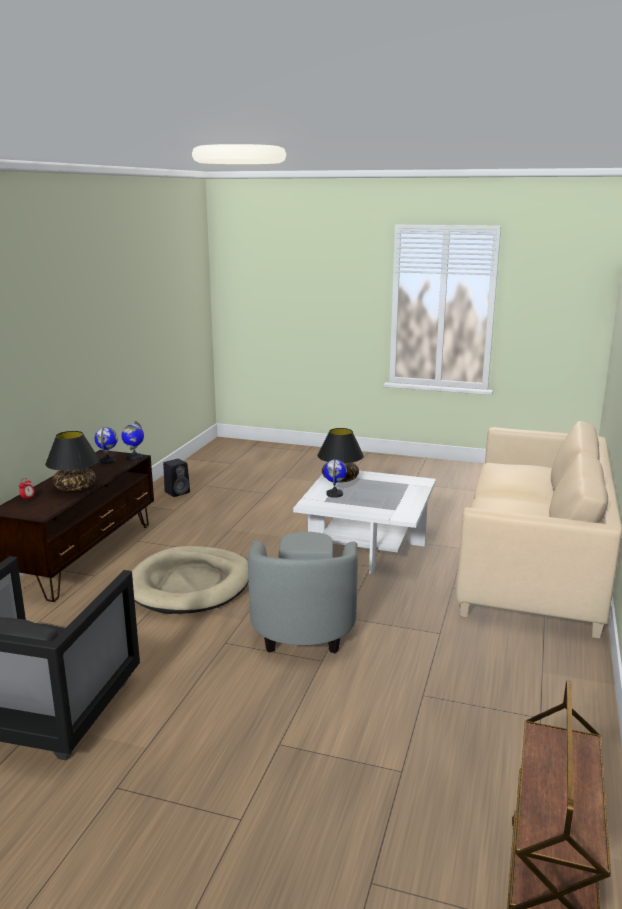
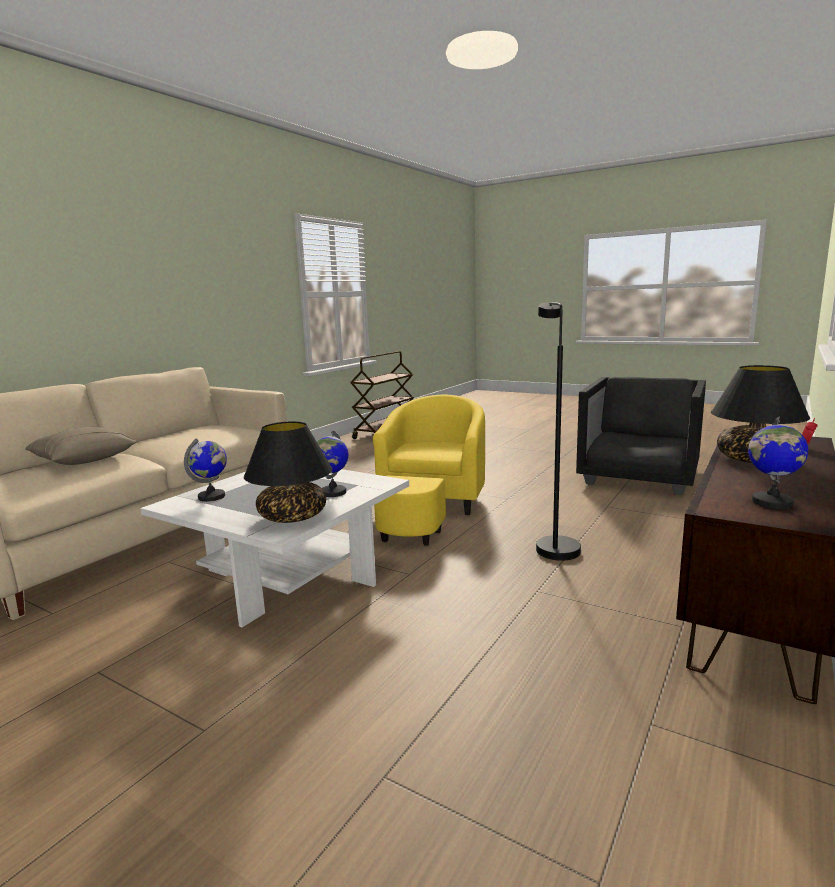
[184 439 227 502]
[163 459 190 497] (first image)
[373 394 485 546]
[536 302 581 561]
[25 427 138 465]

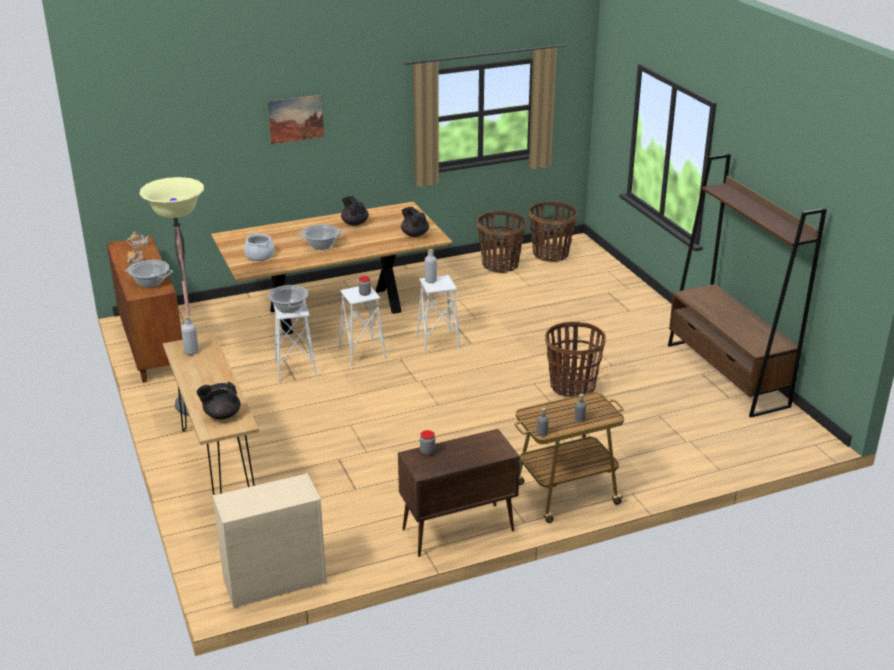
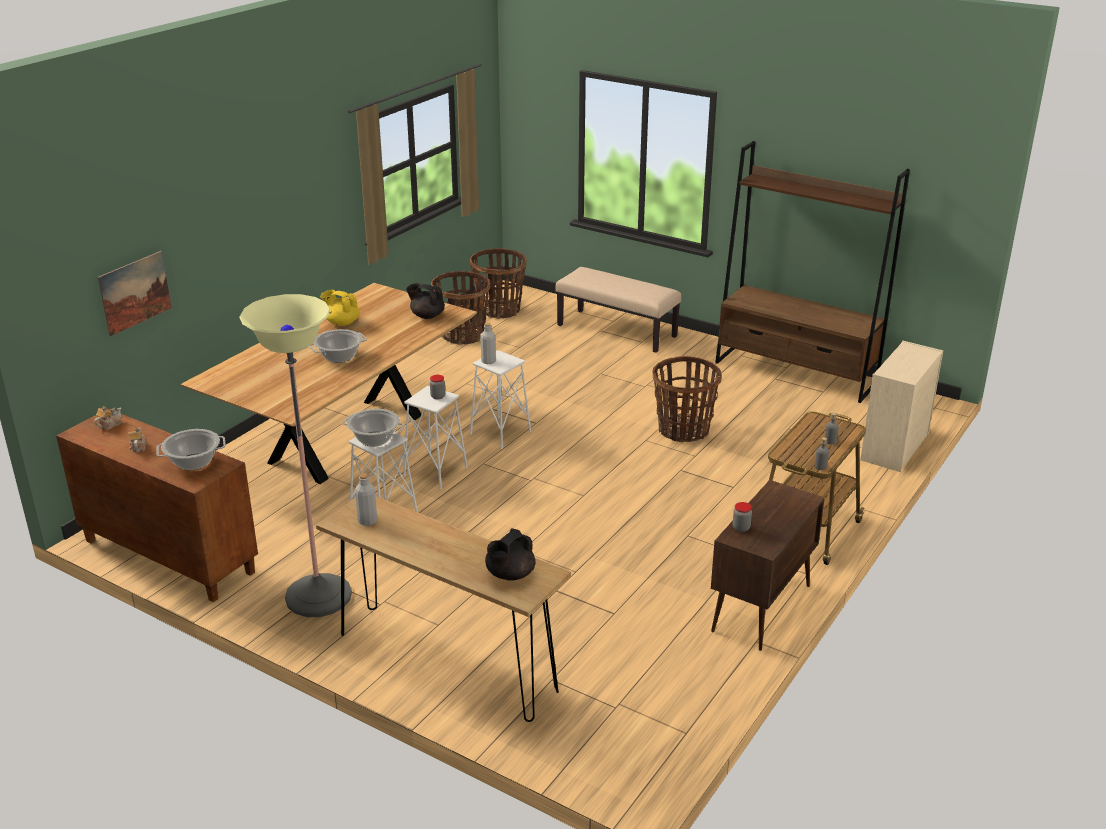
[98 251 172 336]
[320 290 360 326]
[244 232 275 261] (first image)
[860 341 943 472]
[555 267 682 353]

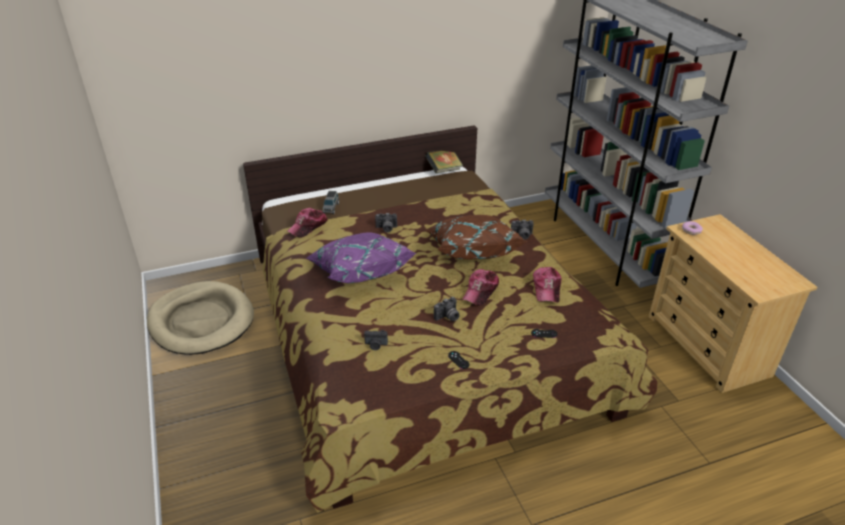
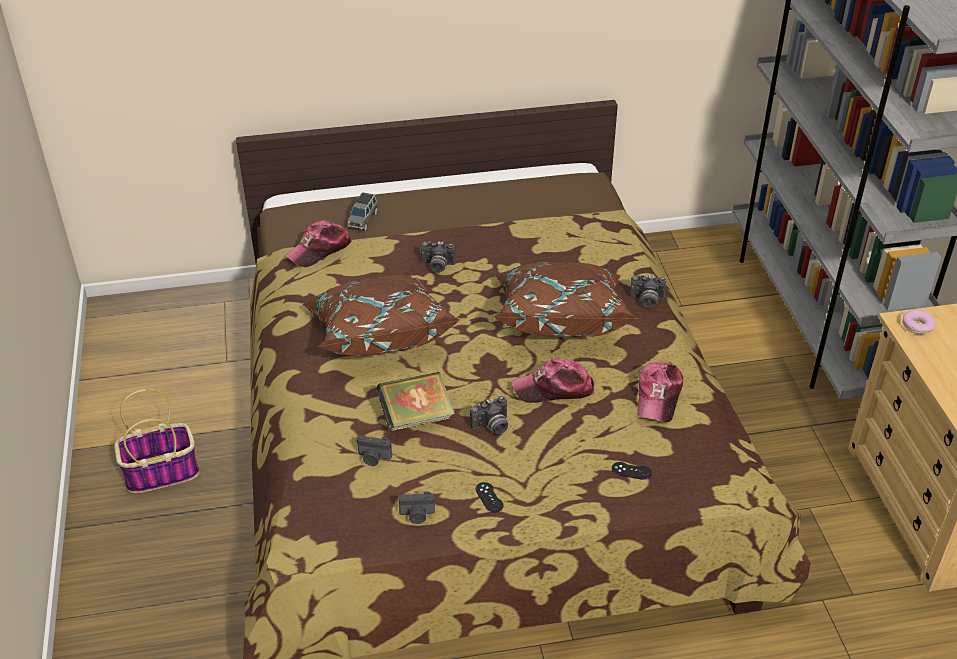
[376 372 455 431]
[302 275 461 356]
[512 358 594 403]
[147 281 254 355] (first image)
[115 389 200 493]
[398 492 435 524]

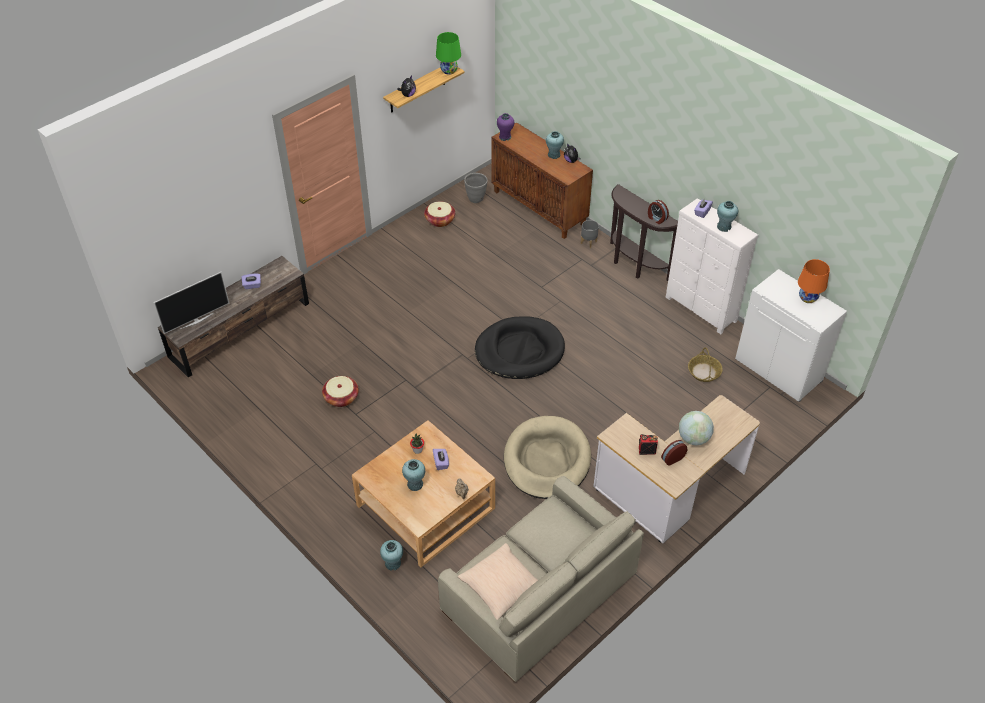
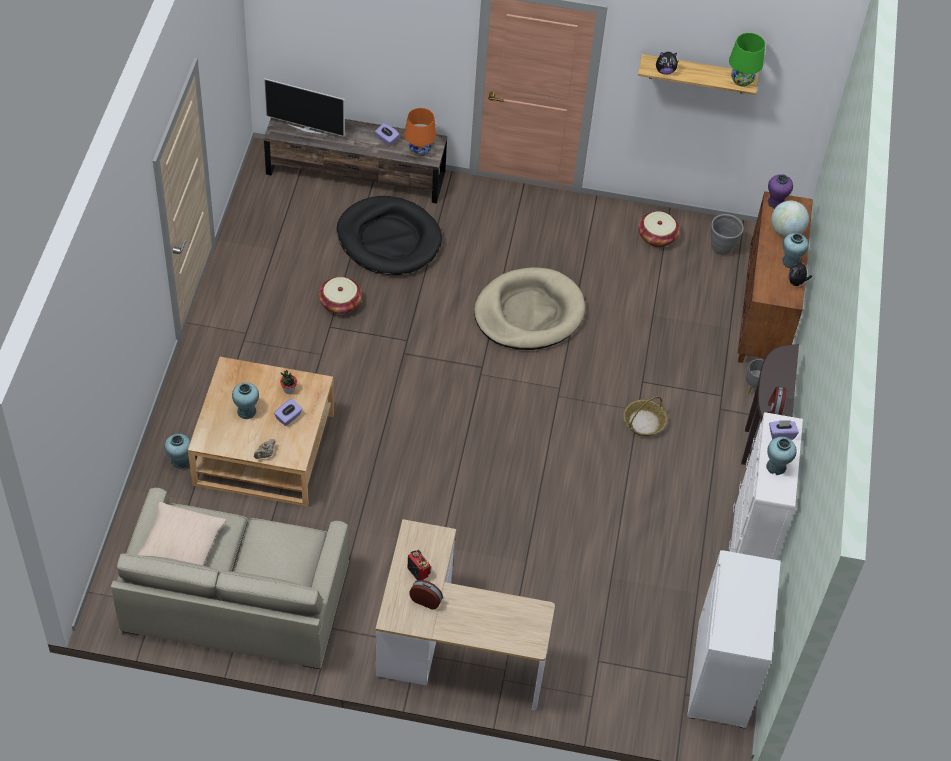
[404 108 436 157]
[337 196 442 275]
[624 396 667 436]
[771 200 809 237]
[474 267 585 350]

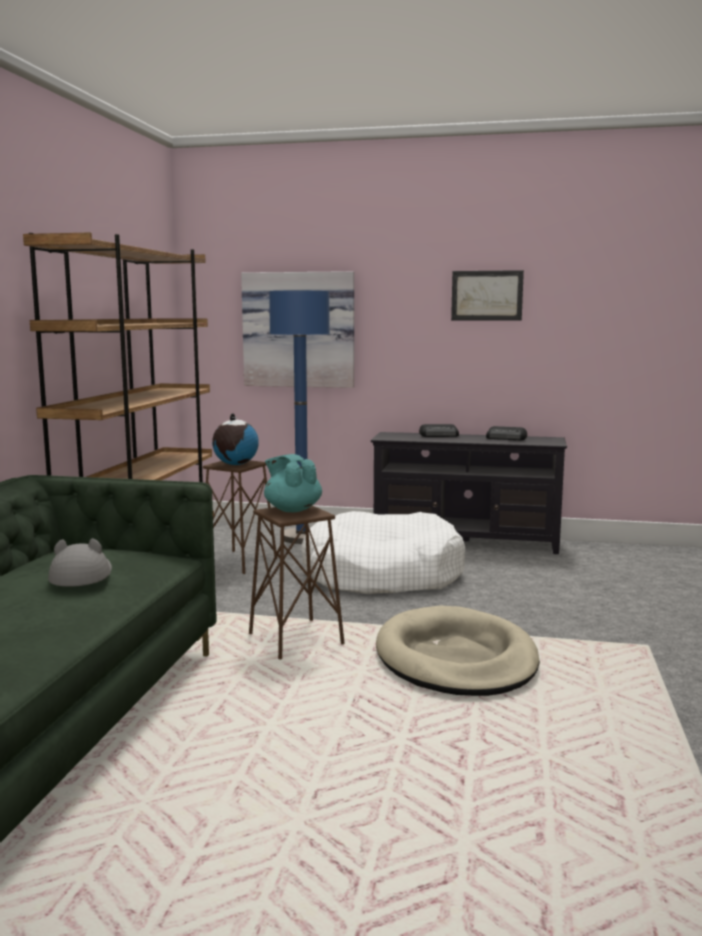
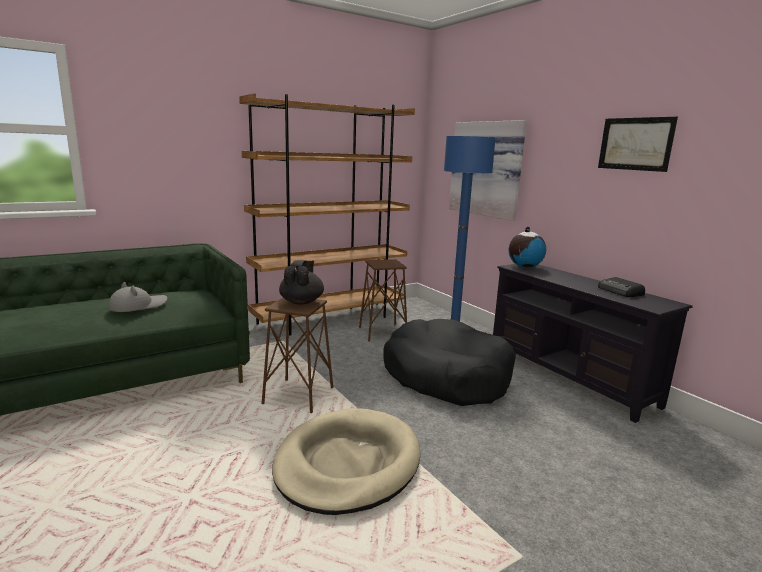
[509 227 546 268]
[419 424 459 437] (first image)
[279 260 324 305]
[383 319 516 406]

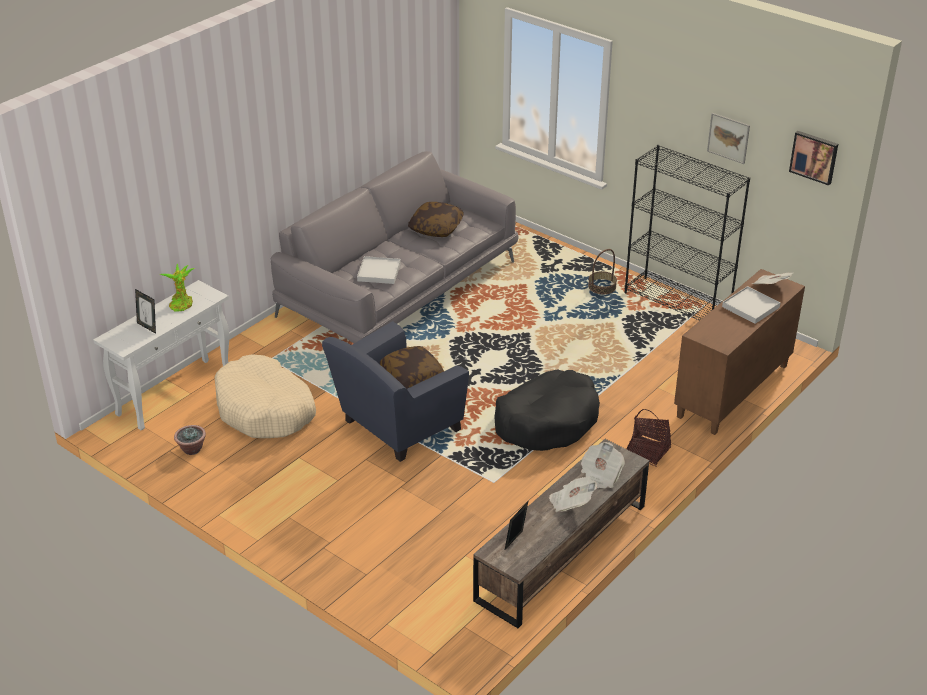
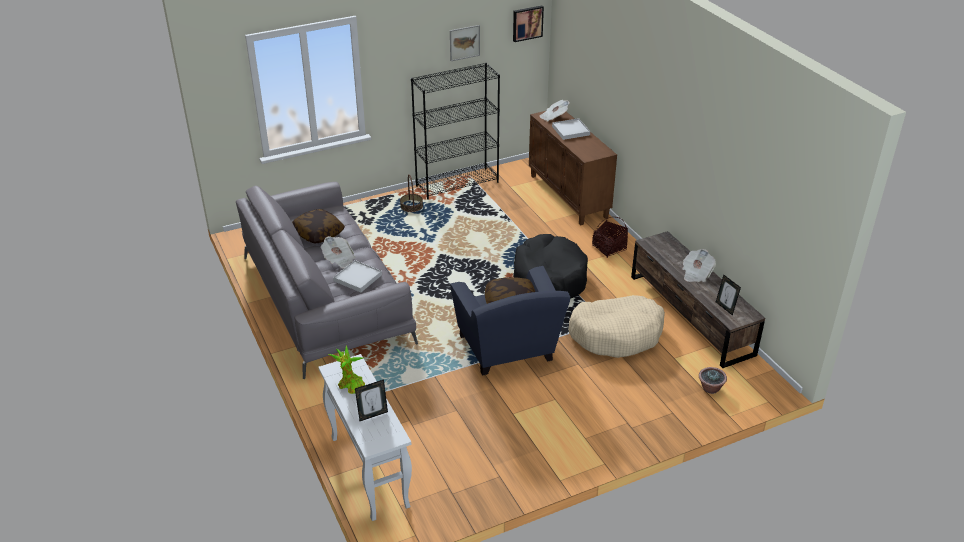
[568 295 665 358]
[699 367 727 394]
[321 236 356 269]

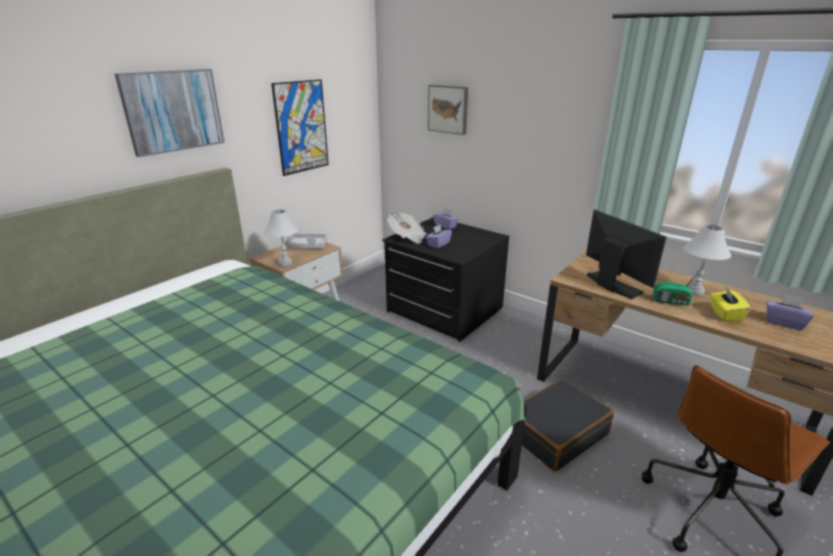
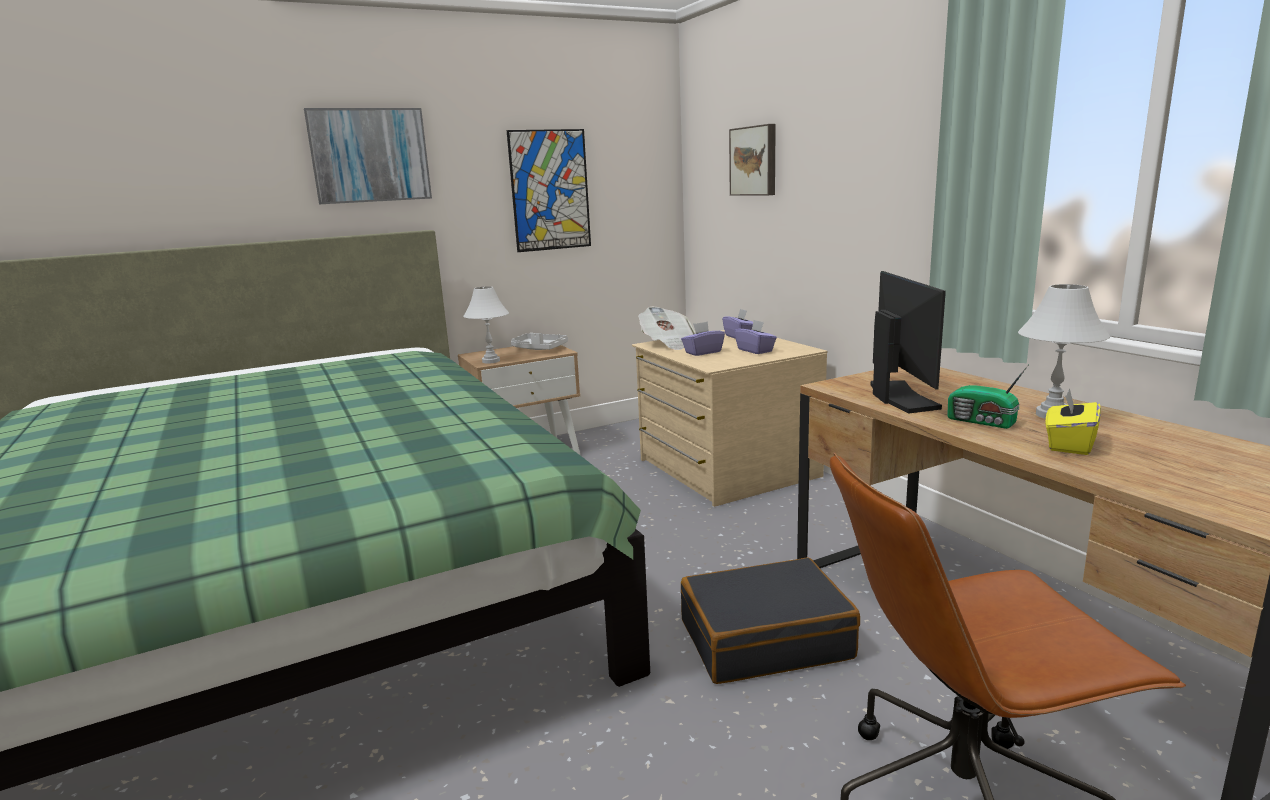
[632 330 827 507]
[734 320 777 354]

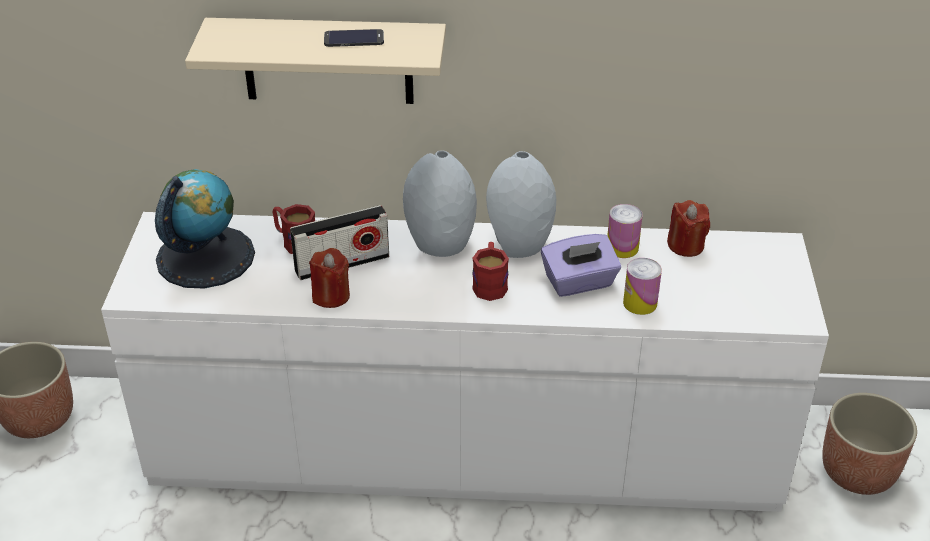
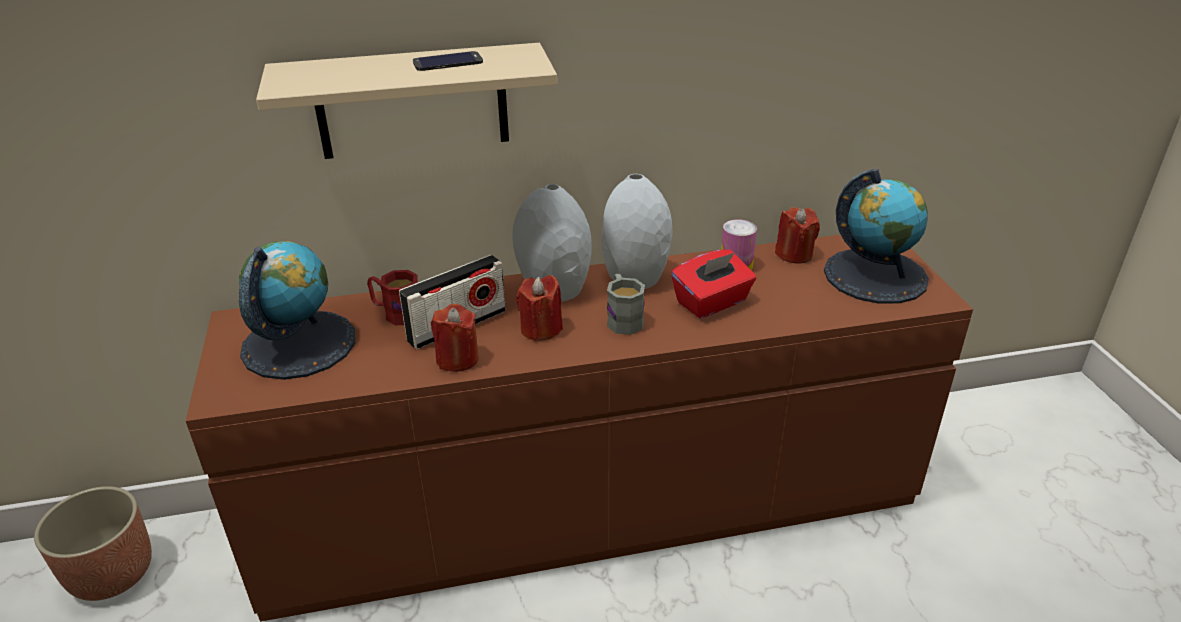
[186 235 973 622]
[671 250 756 318]
[607 274 645 335]
[623 258 662 315] (first image)
[822 393 917 495] (first image)
[824 169 929 304]
[516 275 563 342]

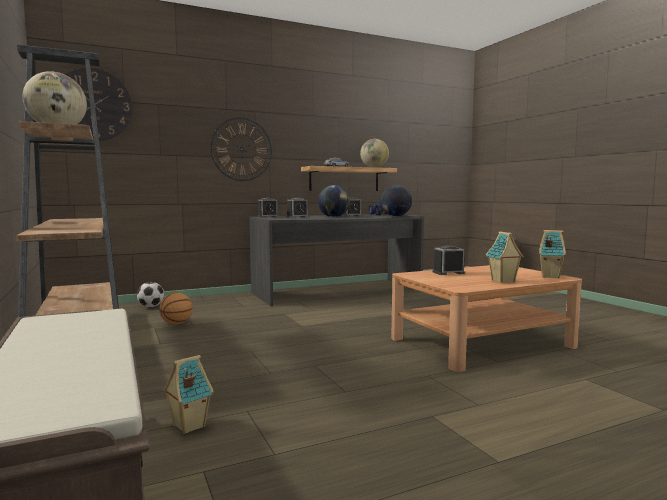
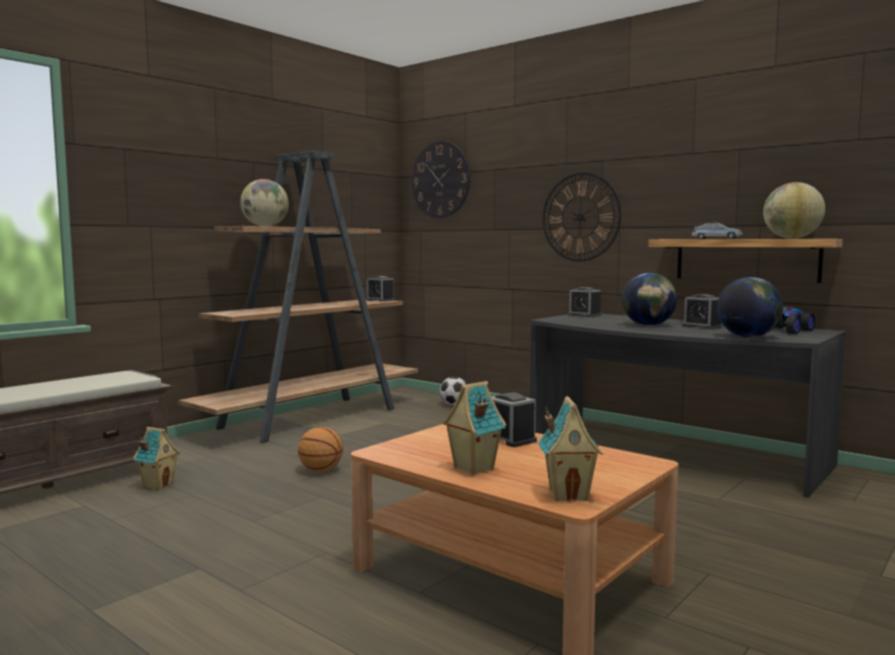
[366 276 395 302]
[298 427 343 472]

